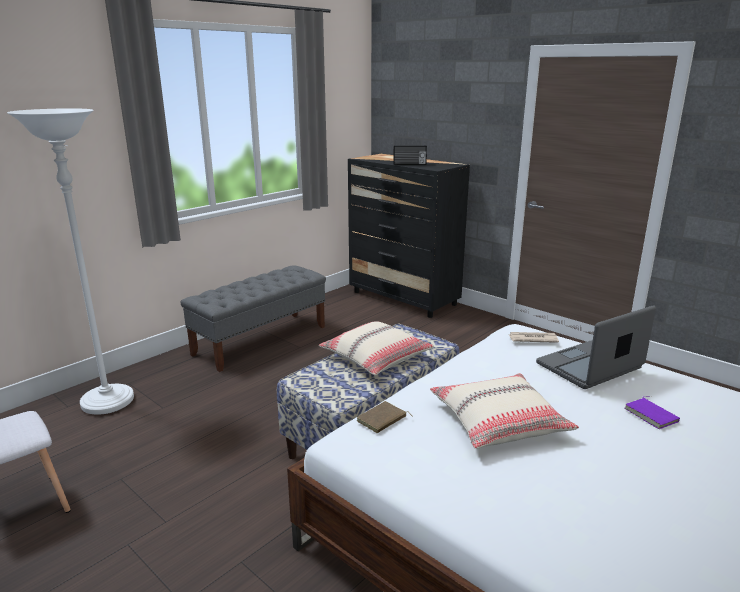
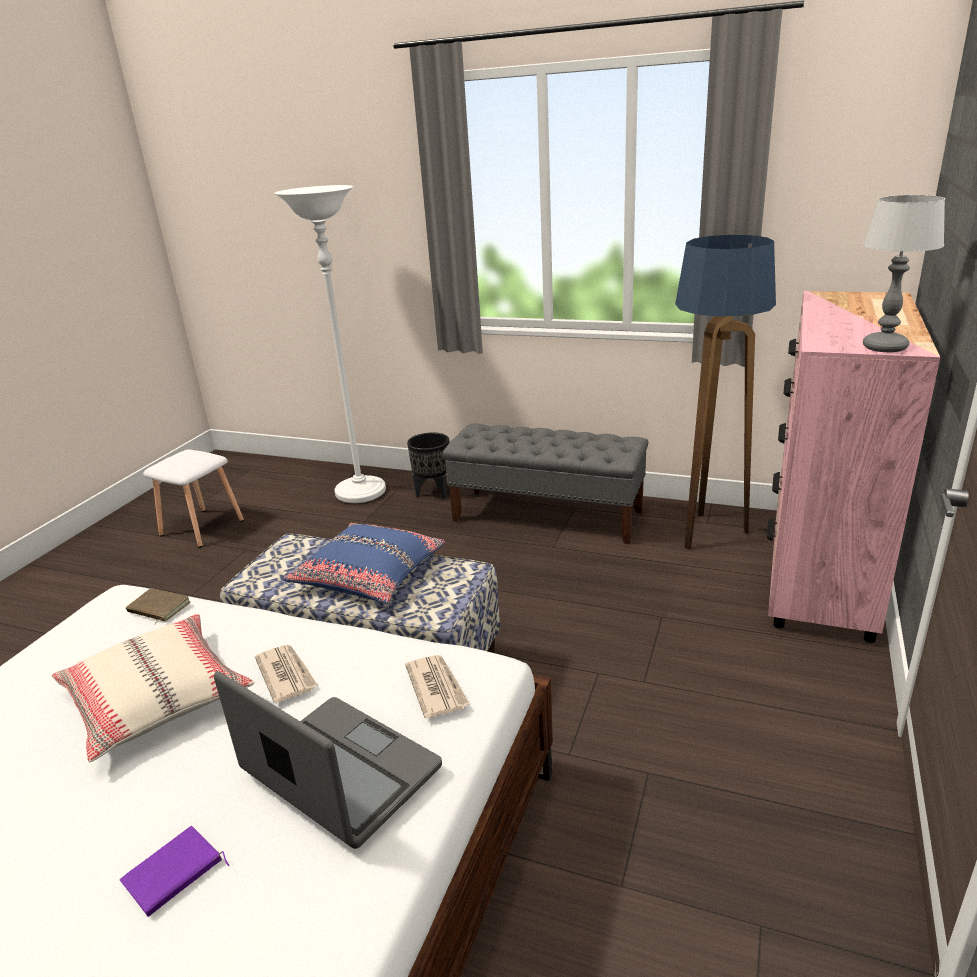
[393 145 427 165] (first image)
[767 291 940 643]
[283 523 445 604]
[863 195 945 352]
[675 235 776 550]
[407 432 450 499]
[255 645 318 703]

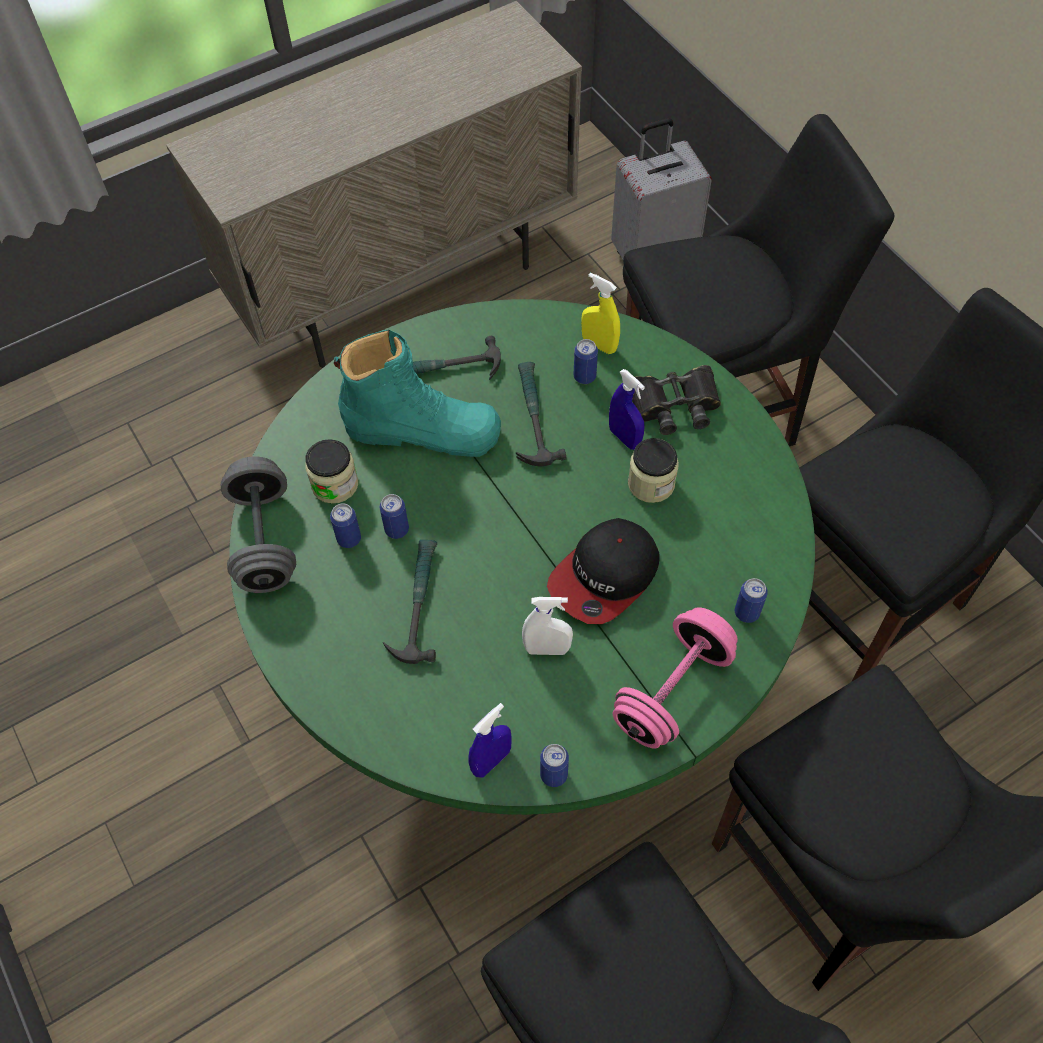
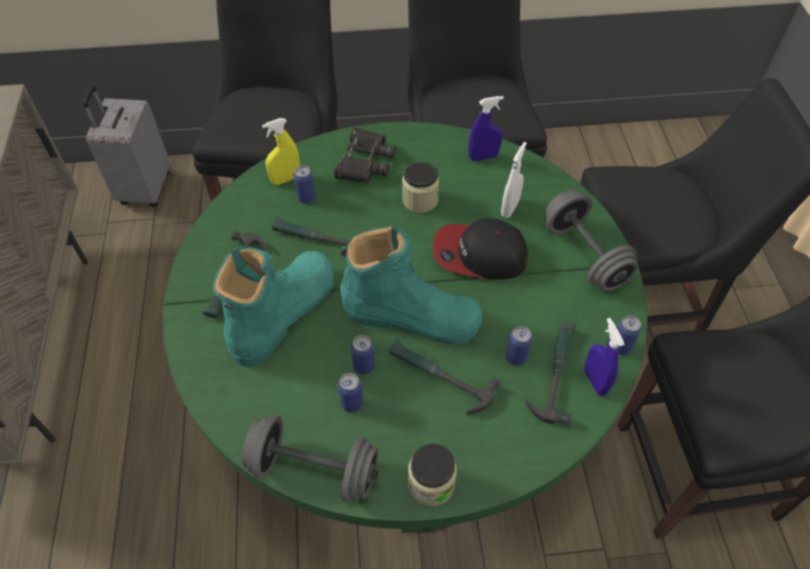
[469 96 504 161]
[408 444 457 506]
[433 218 528 279]
[506 326 533 366]
[501 142 527 218]
[545 190 638 291]
[340 226 483 345]
[525 321 576 425]

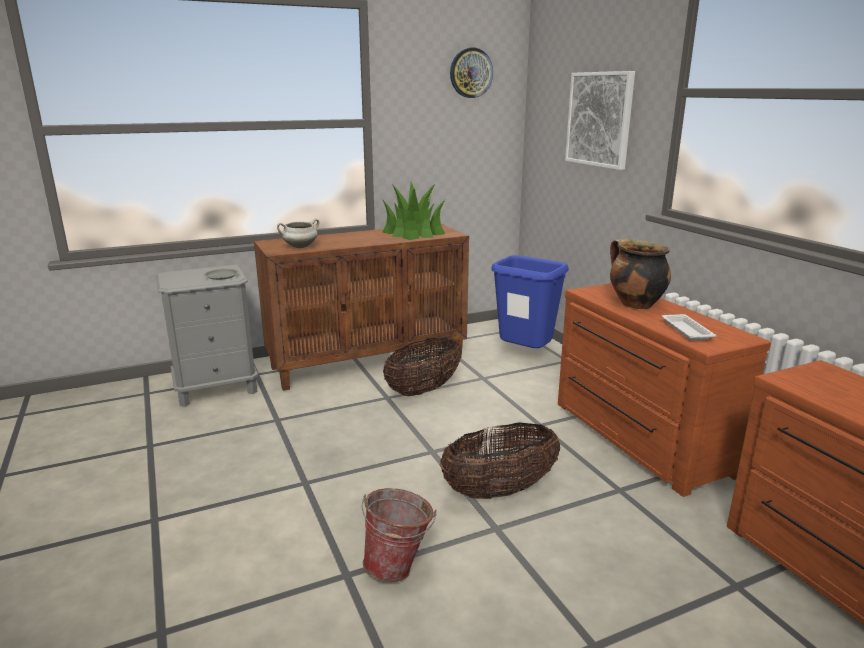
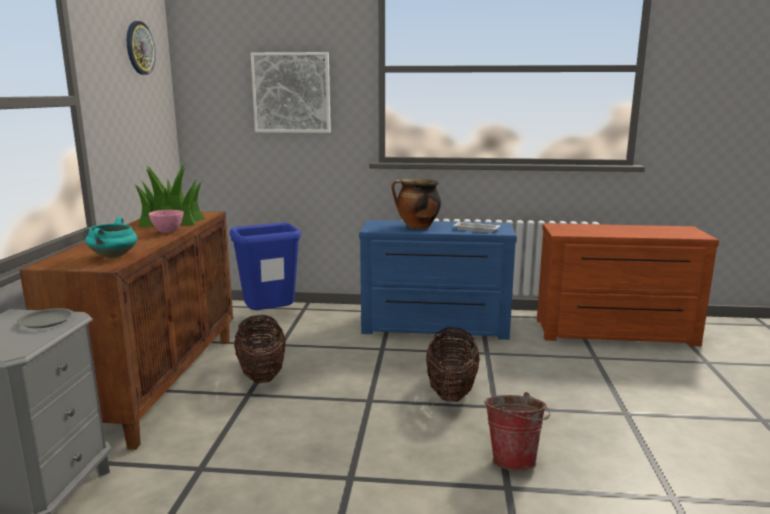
[85 217 137 258]
[359 220 517 340]
[149 210 184 233]

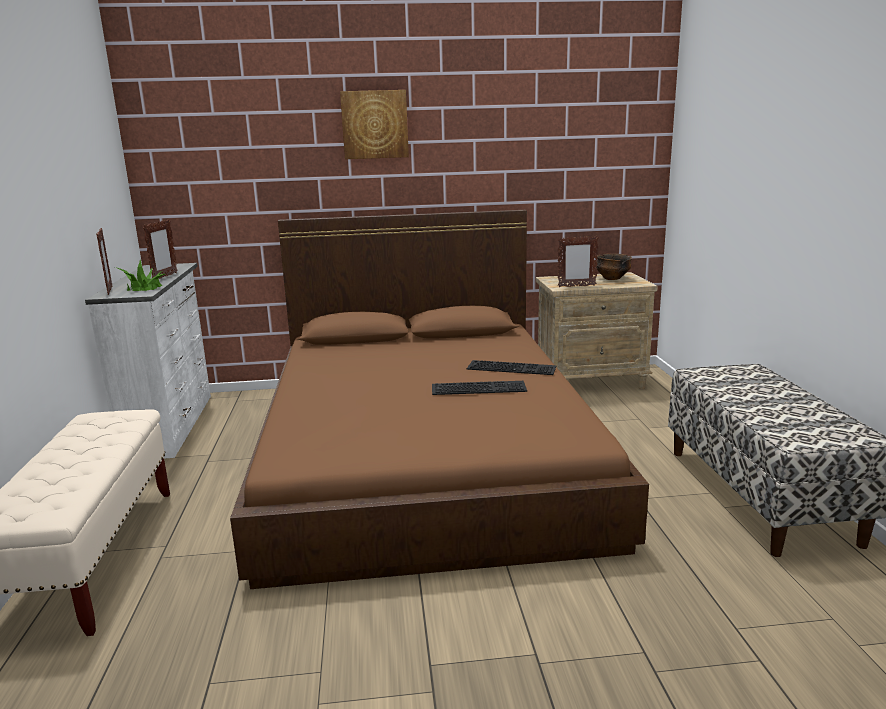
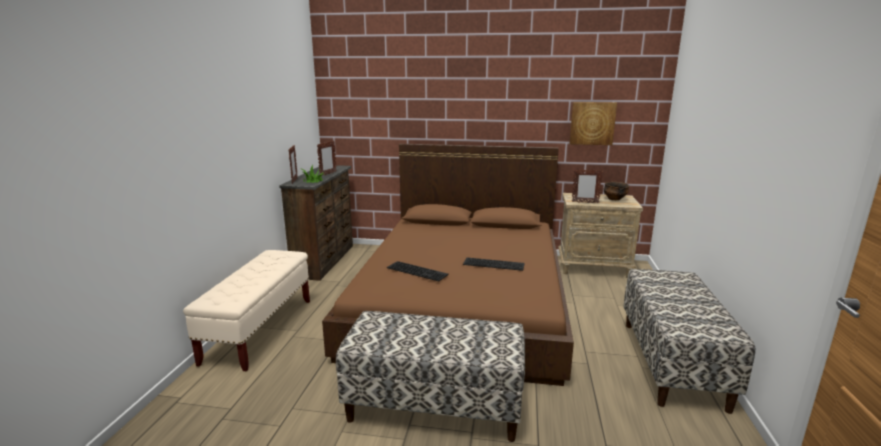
[569 102 617 145]
[279 165 353 281]
[387 261 449 281]
[336 311 525 442]

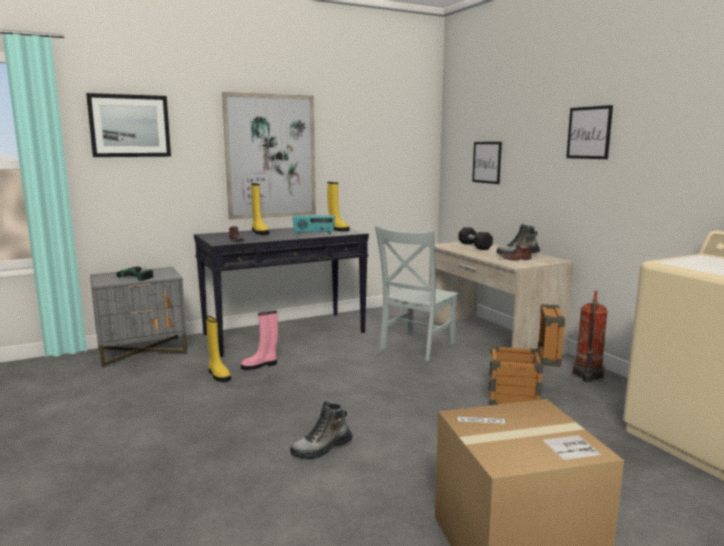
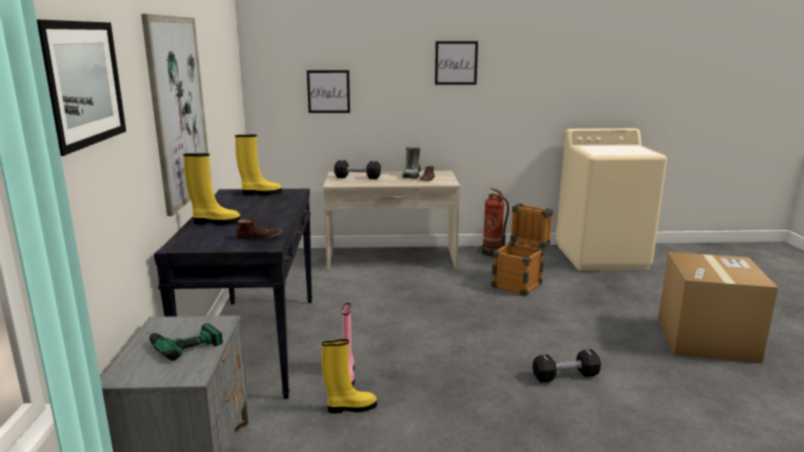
[292 215 335 235] (first image)
[375 226 458 361] (first image)
[532 349 601 383]

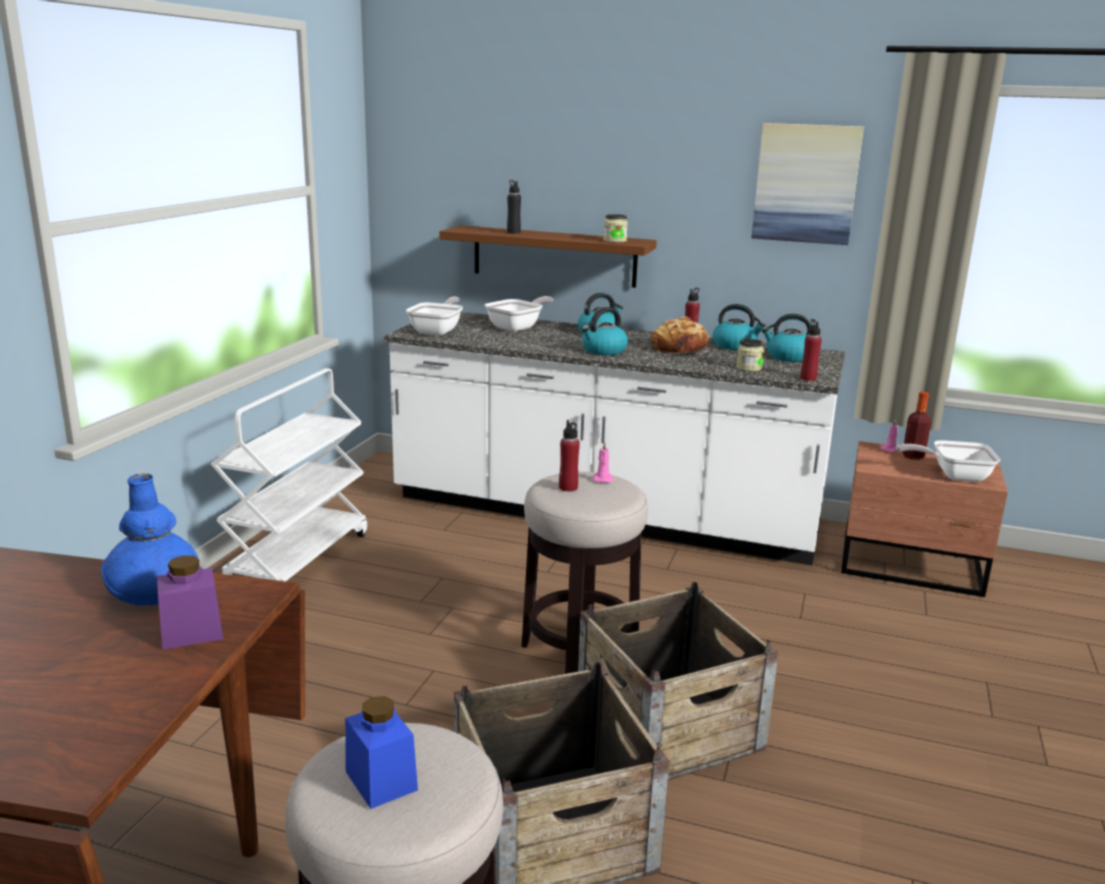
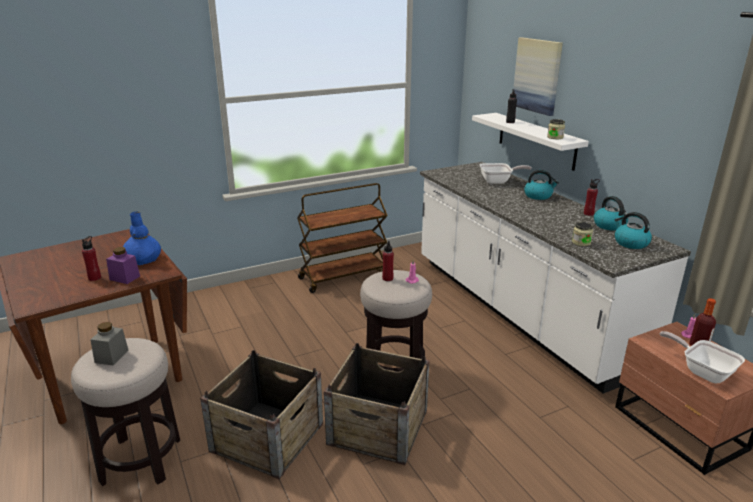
[513 37 563 116]
[472 113 589 171]
[406 297 463 336] (first image)
[582 307 628 355] (first image)
[651 317 709 354] (first image)
[82 236 101 281]
[297 183 388 293]
[90 322 129 366]

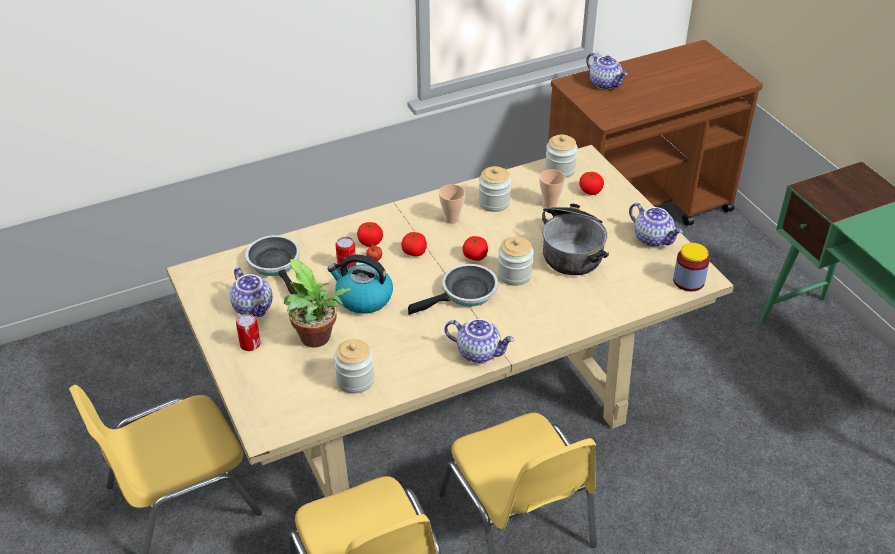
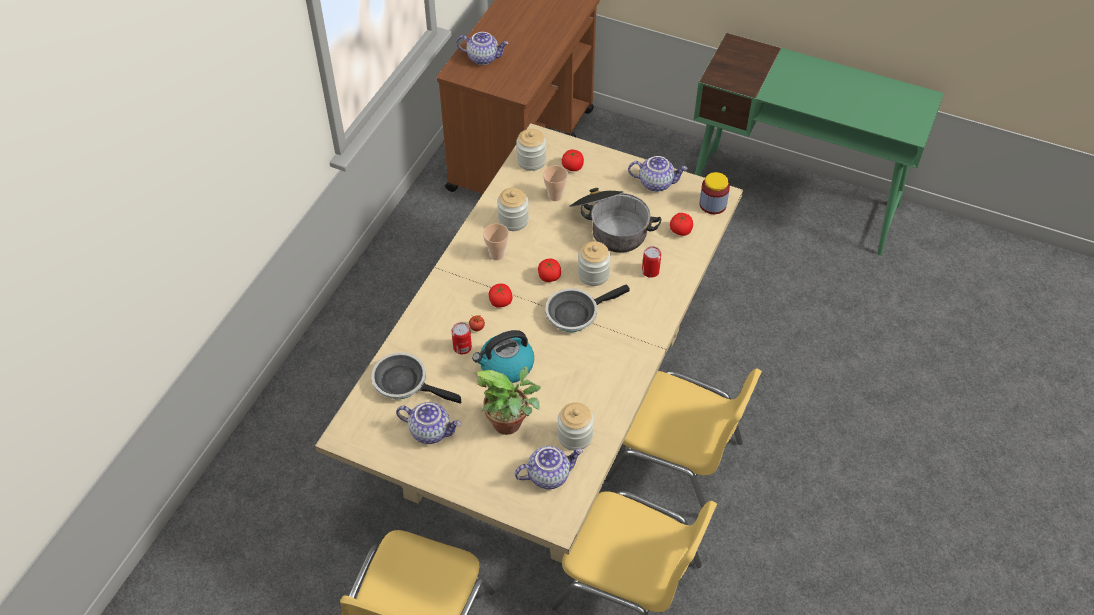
[670 213 693 236]
[545 284 630 332]
[642 246 661 278]
[515 446 583 489]

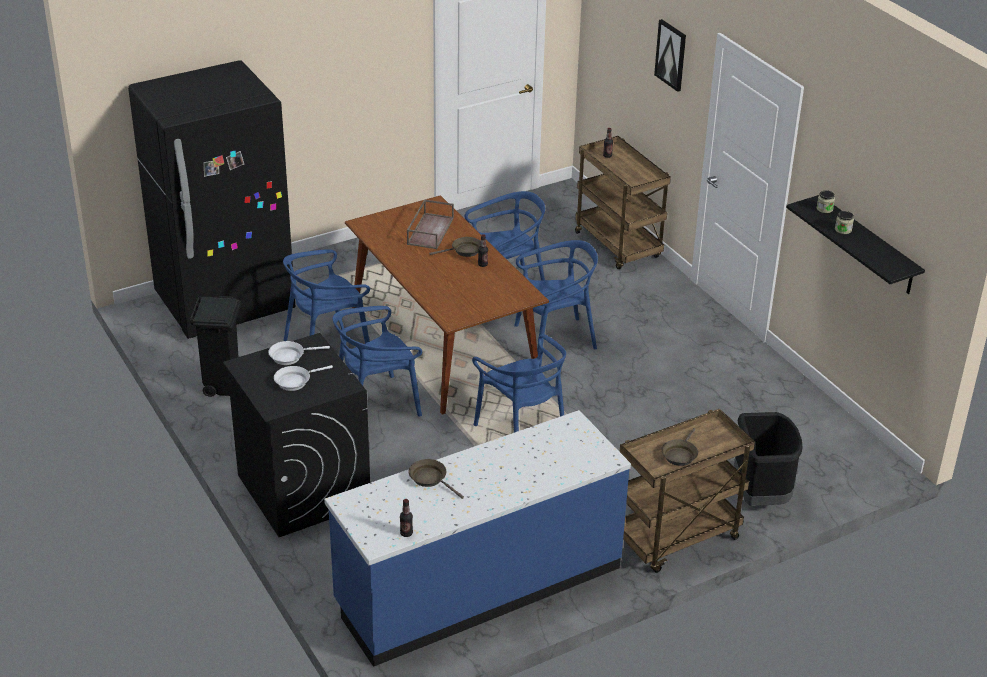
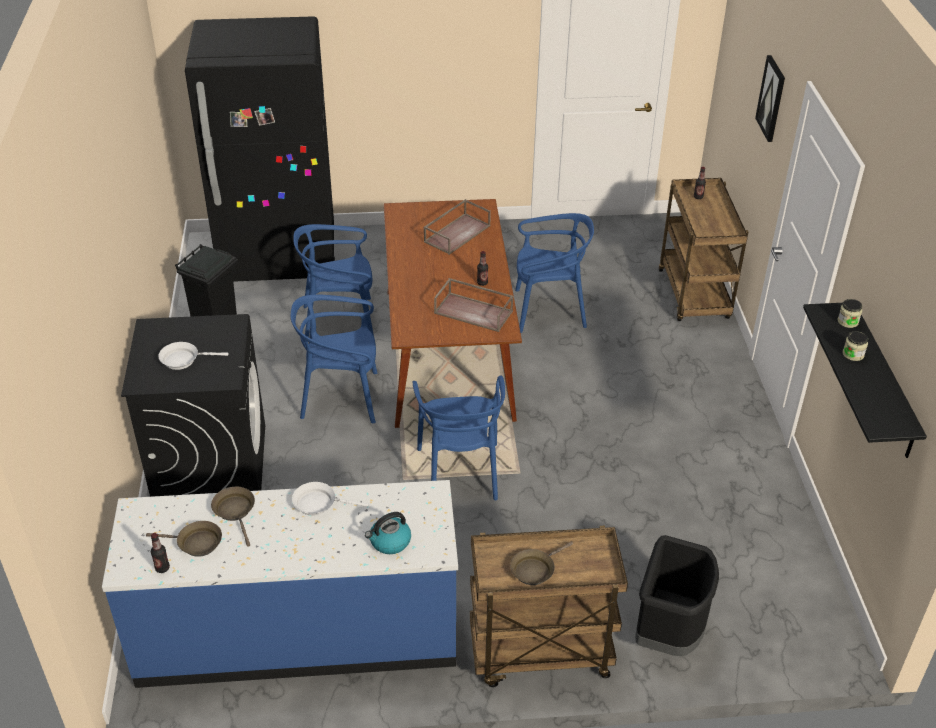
[146 521 222 557]
[514 240 598 355] (first image)
[292 482 368 516]
[434 278 514 332]
[365 512 411 554]

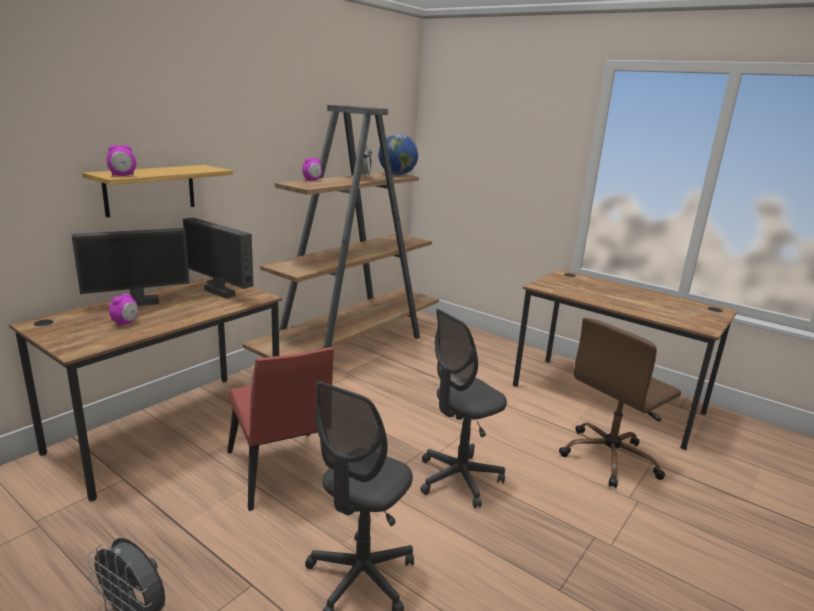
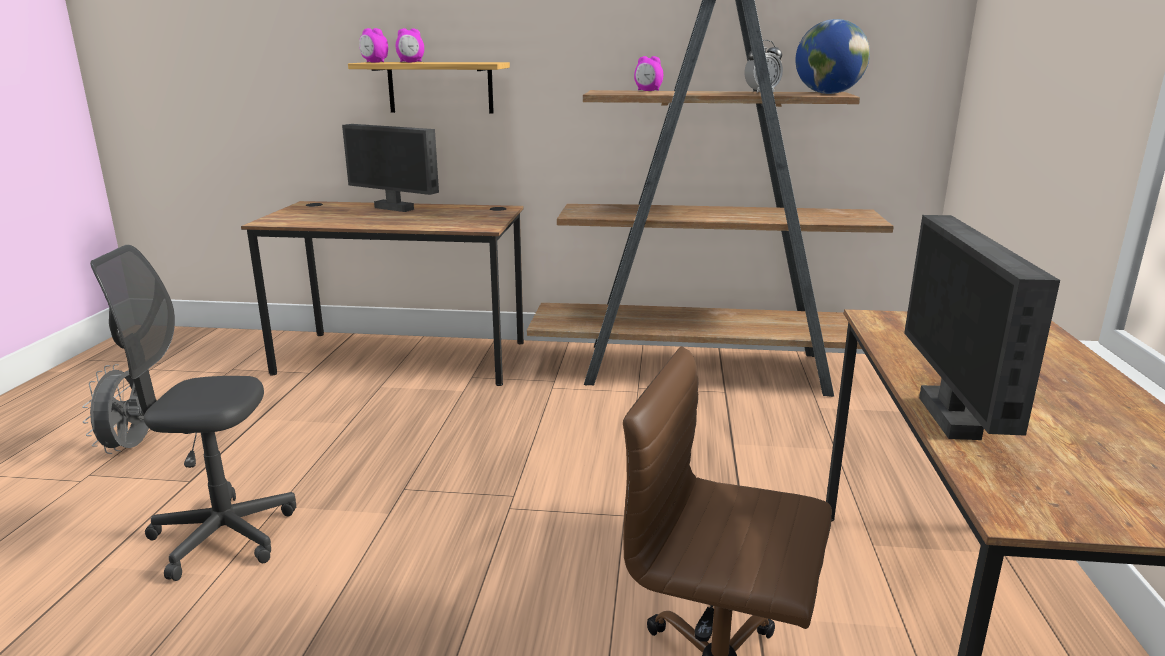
[904 215 1060 440]
[396 28 424 62]
[421 309 507 508] (first image)
[227 347 334 511] (first image)

